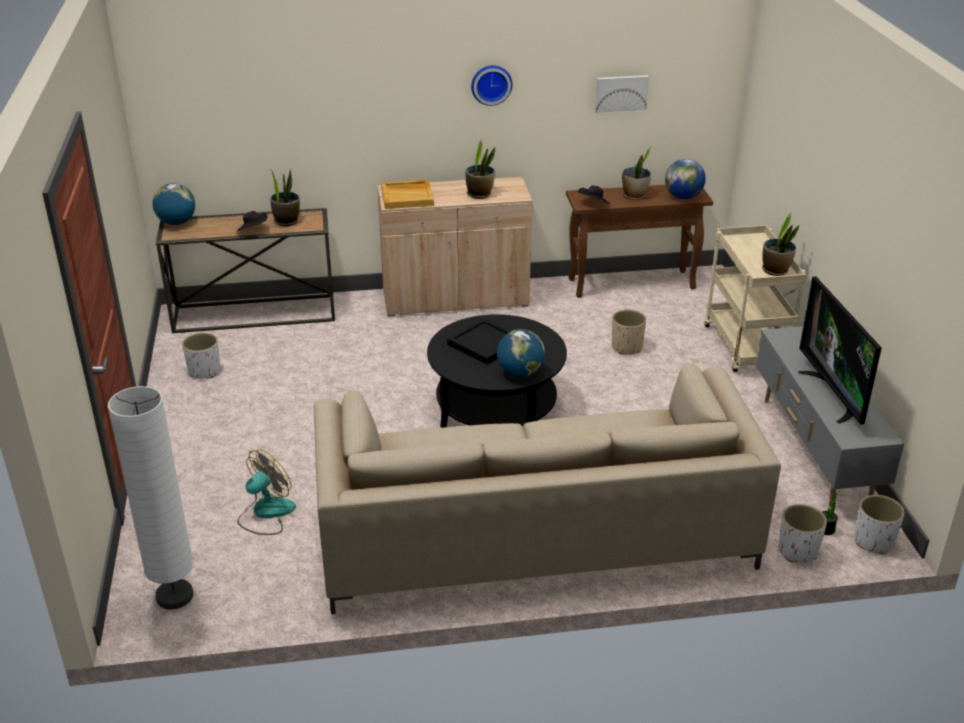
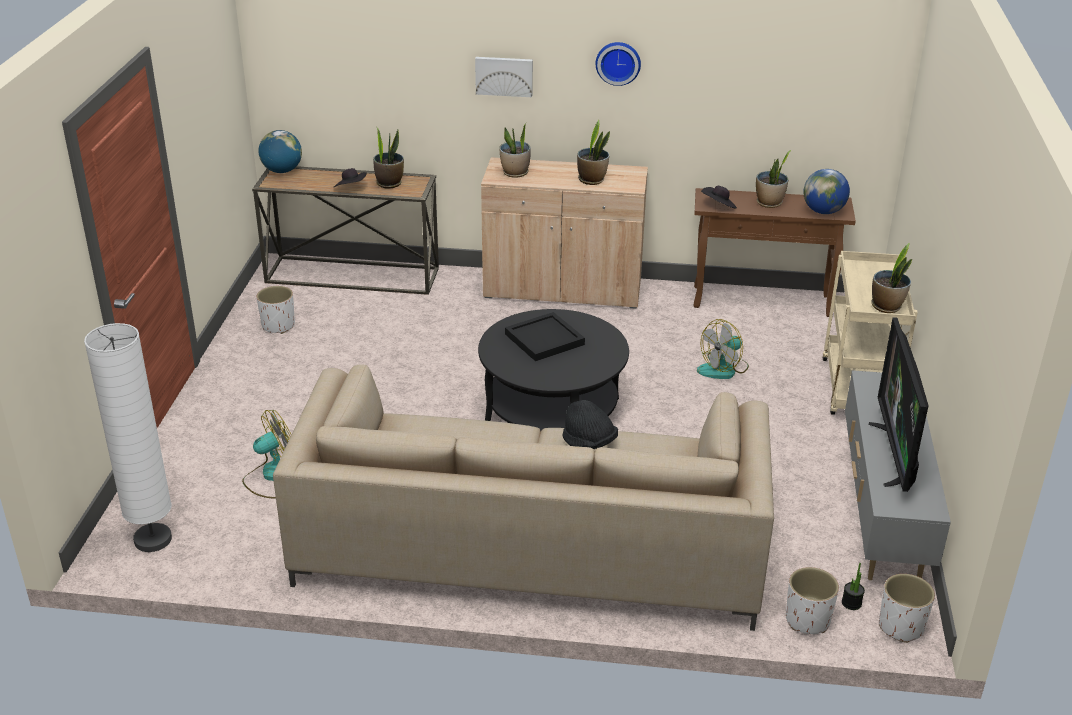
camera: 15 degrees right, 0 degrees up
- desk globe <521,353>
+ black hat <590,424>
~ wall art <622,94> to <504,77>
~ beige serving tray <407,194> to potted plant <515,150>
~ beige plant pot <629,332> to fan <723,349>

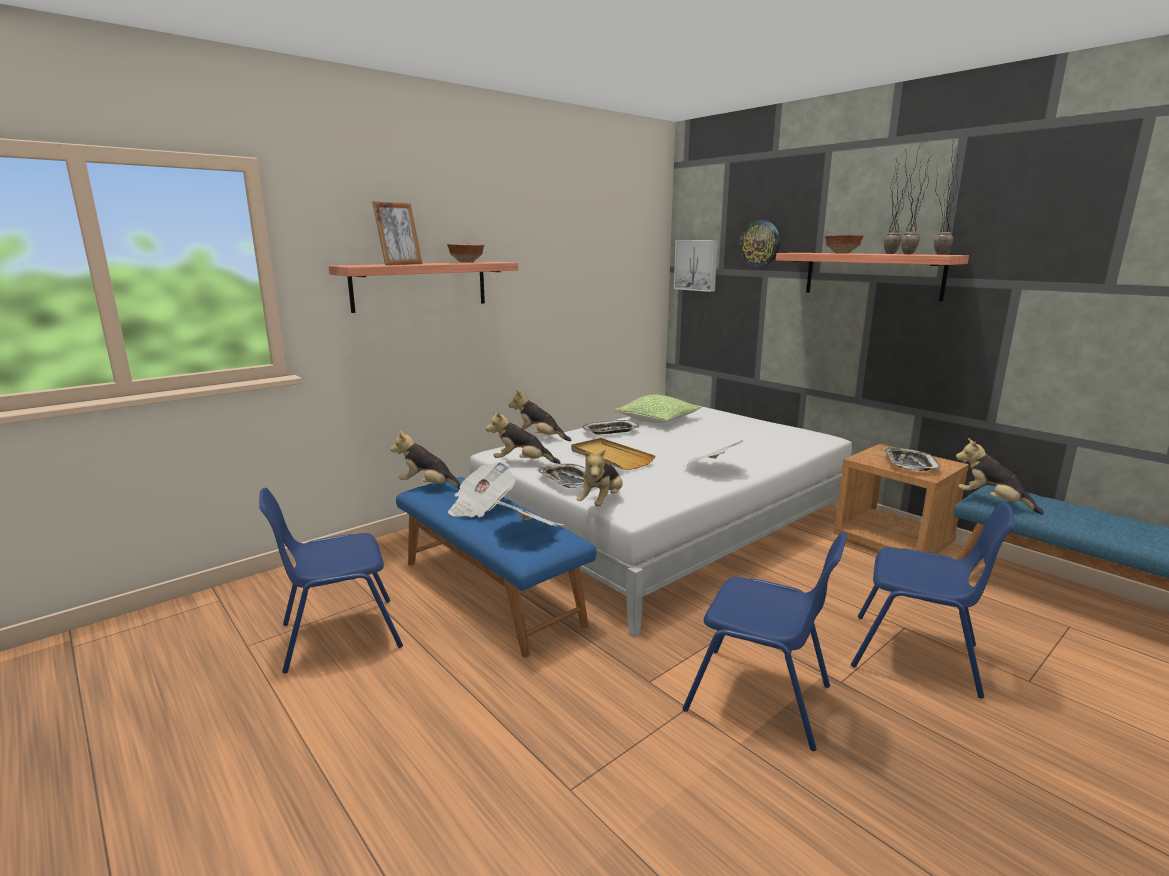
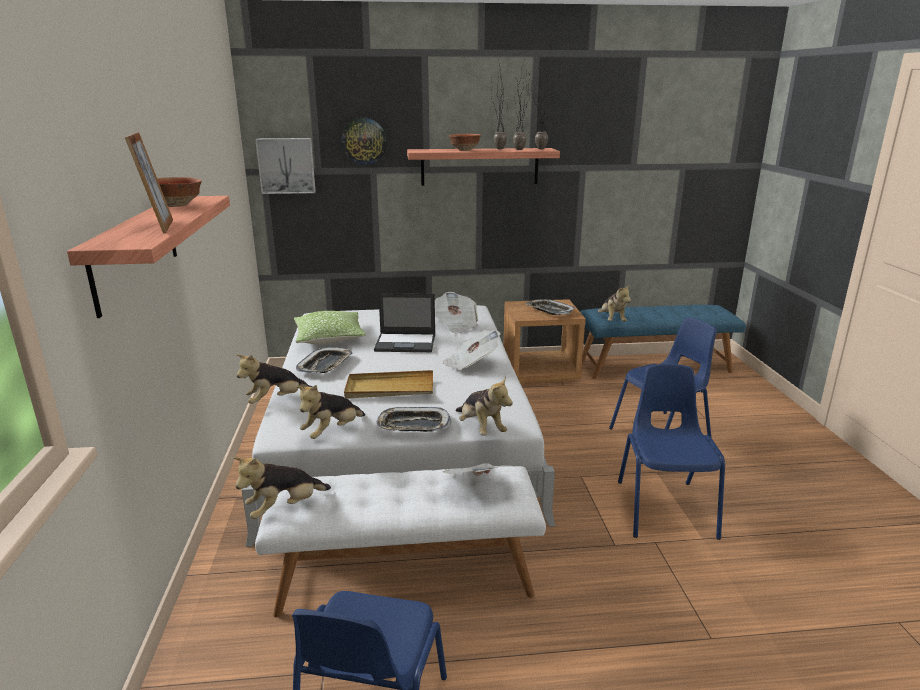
camera: 55 degrees left, 5 degrees up
+ notebook computer <404,322>
~ printed paper <482,489> to <456,313>
~ blue indoor bench <496,567> to white indoor bench <400,542>
~ blue chair <765,641> = <671,452> 60 degrees counterclockwise
~ cuddly toy <1000,476> = <614,303> 90 degrees counterclockwise

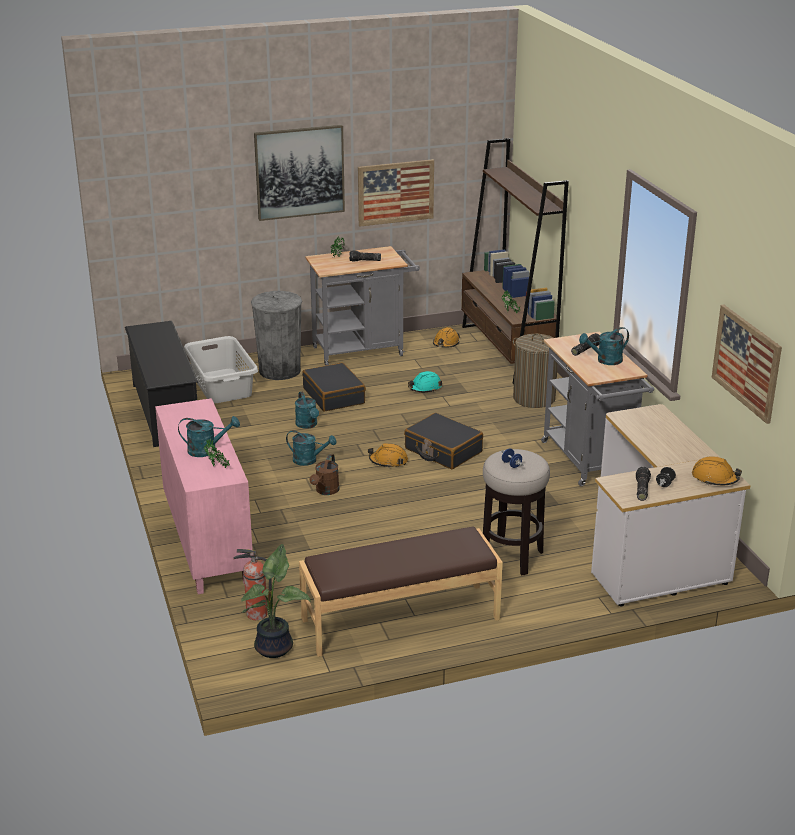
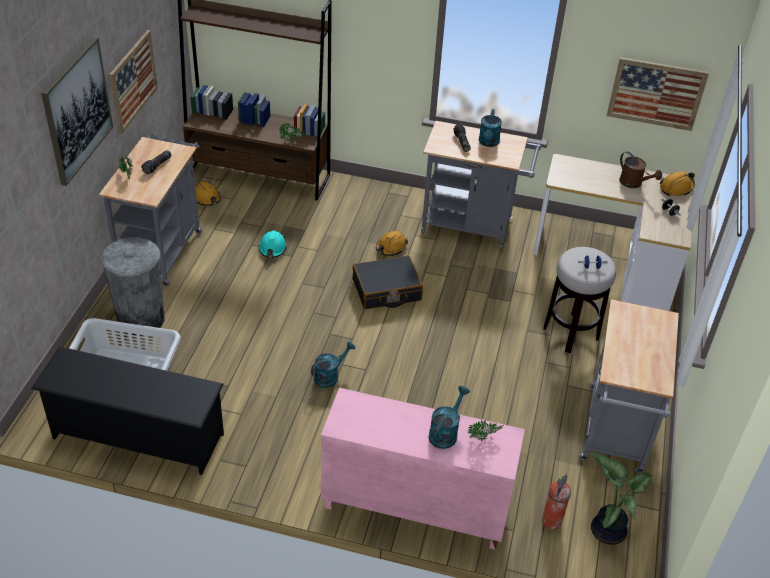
camera: 60 degrees left, 15 degrees up
- blue-green sprinkling can <307,410>
- black suitcase <334,387>
- washing basket <535,370>
- hand torch <643,484>
~ brownish sprinkling can <325,474> to <640,169>
~ orangey work helmet <388,455> to <392,243>
~ brownish indoor bench <401,591> to gray wheeled cart <629,386>

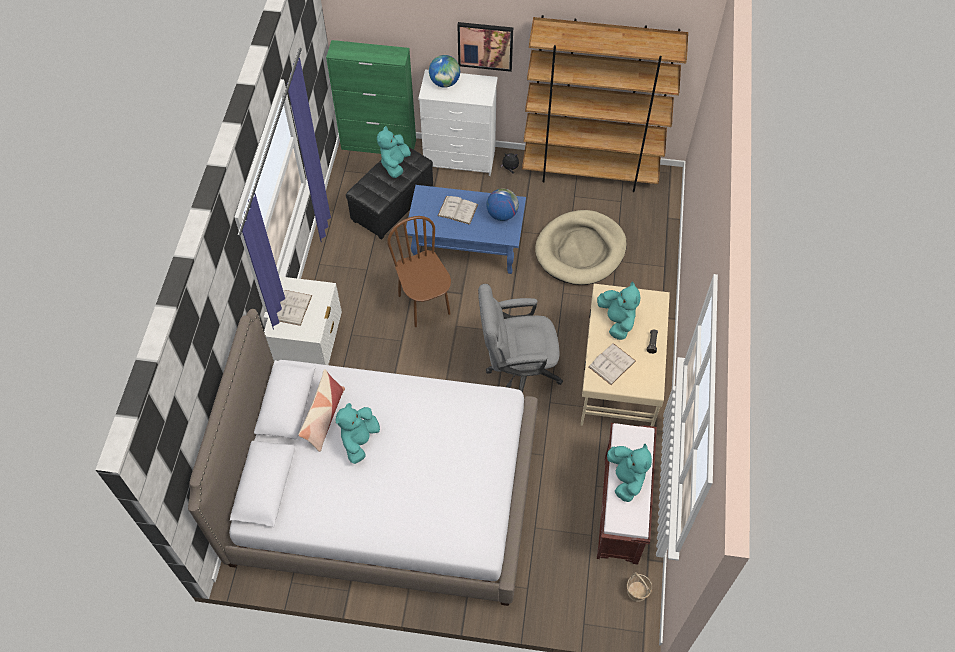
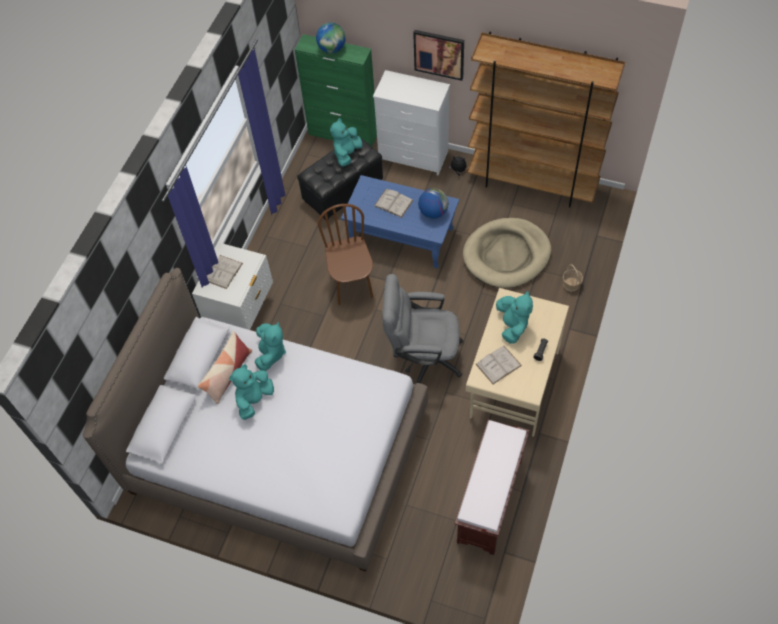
camera: 15 degrees right, 0 degrees up
~ desk globe <444,71> to <331,38>
~ blue-green cuddly toy <629,473> to <270,346>
~ household basket <639,587> to <573,278>

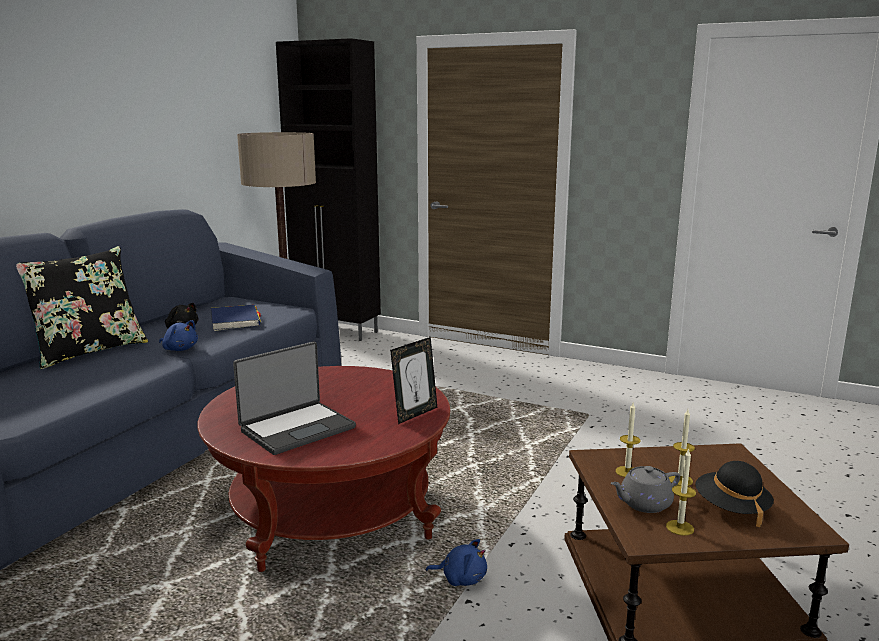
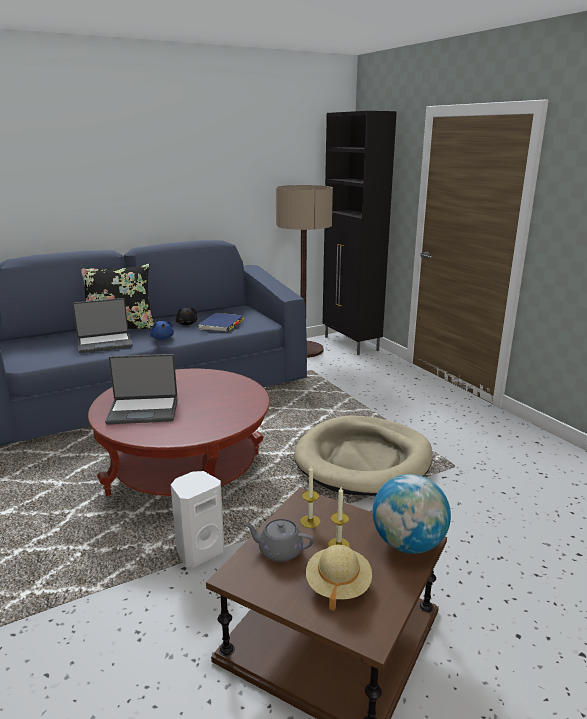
camera: 35 degrees right, 5 degrees up
- photo frame <413,380>
- candle <681,492>
+ notebook computer <102,325>
+ beige dog cushion <363,455>
+ desk globe <411,514>
~ blue cuddly toy <456,562> to white loudspeaker <197,519>
~ black hat <734,494> to beige hat <339,578>

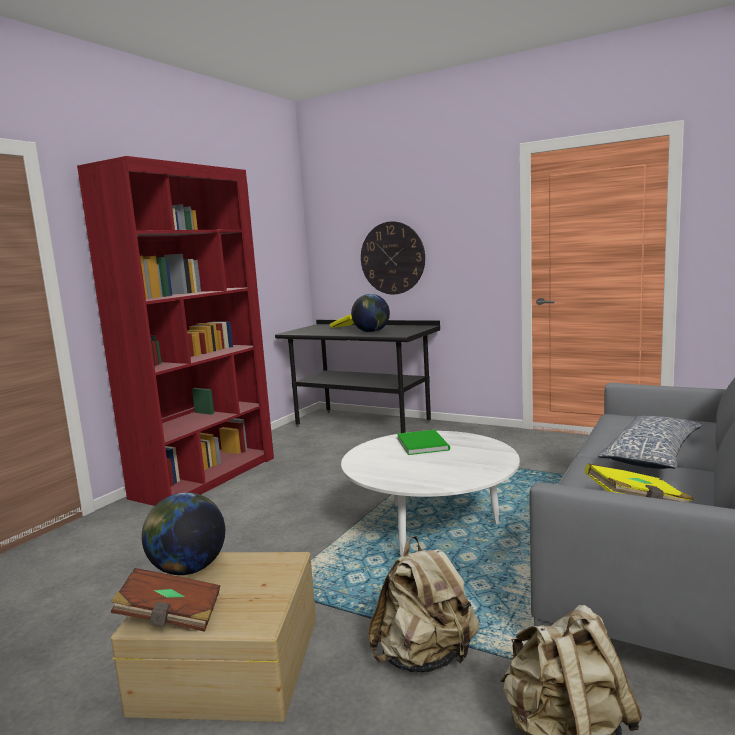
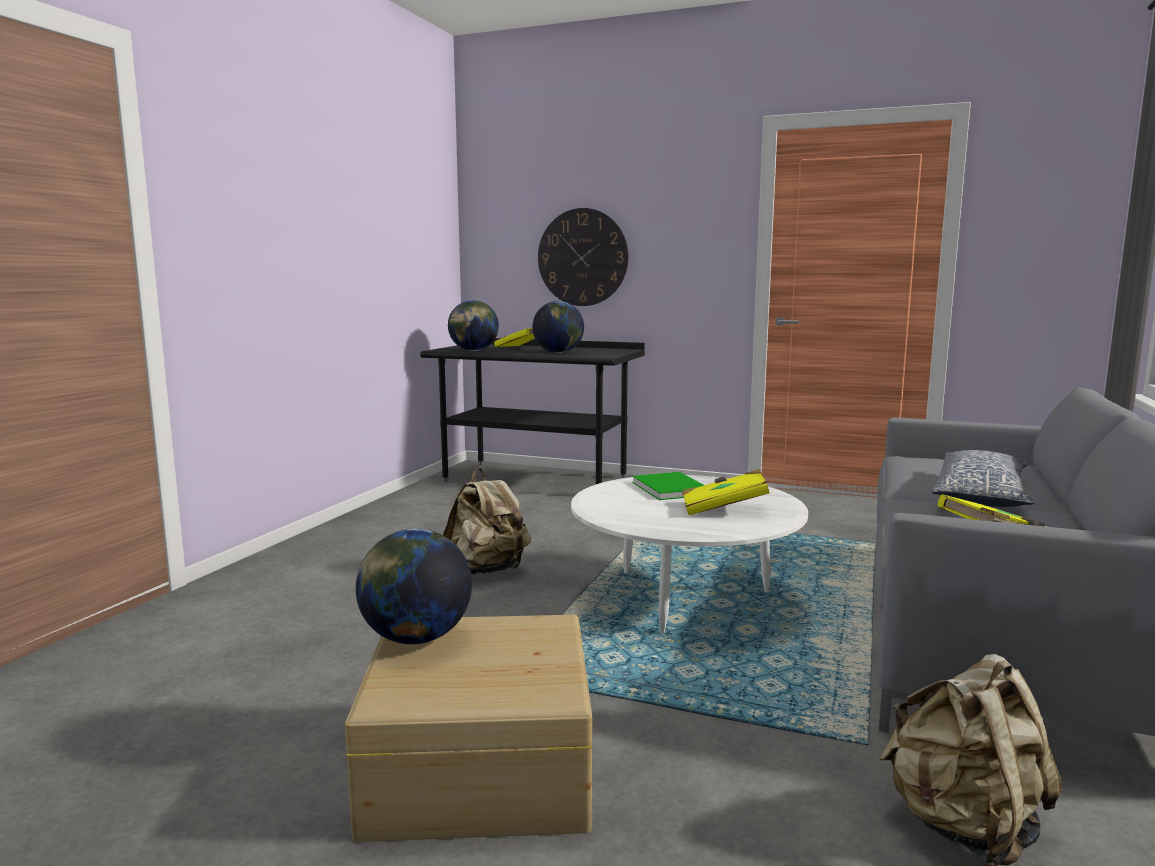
camera: 10 degrees left, 0 degrees up
- reddish bookcase <175,331>
- brownish book <165,600>
+ desk globe <473,325>
+ yellow-coloured book <725,492>
~ beige knapsack <423,604> to <487,521>

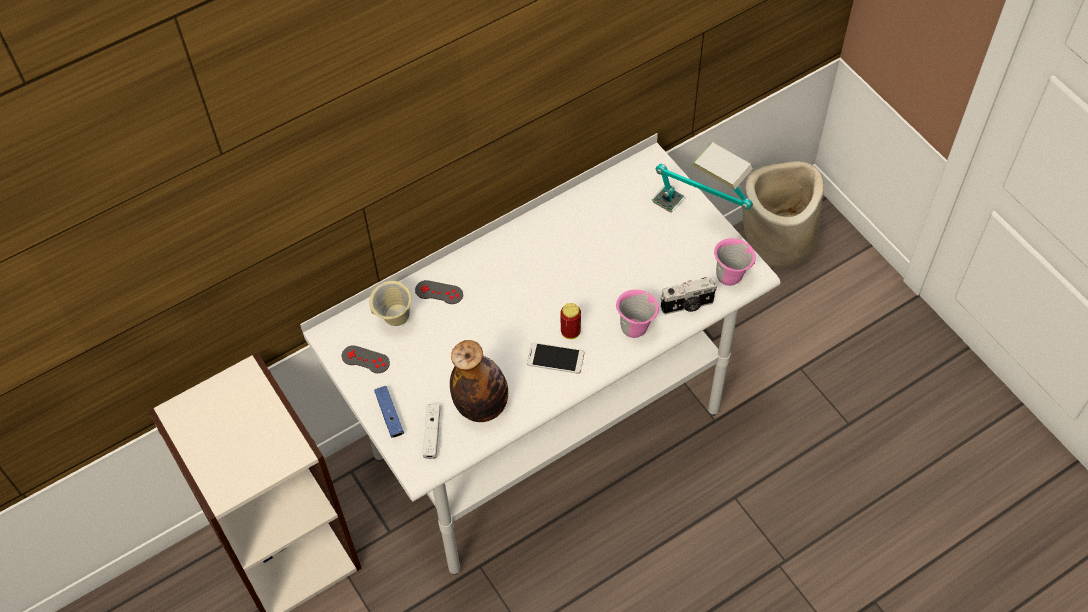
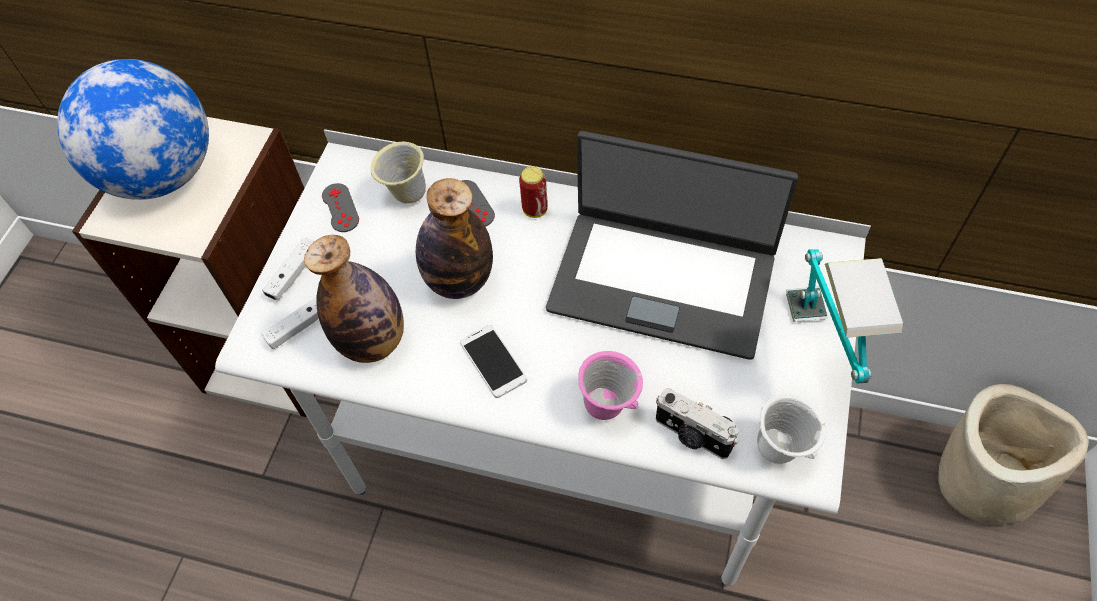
camera: 50 degrees right, 0 degrees up
+ desk globe <133,129>
+ bottle <454,238>
+ notebook computer <672,245>
~ can <570,321> to <533,192>
~ blue joypad <389,412> to white joypad <288,268>
~ pinkish tea mug <735,262> to white tea mug <791,429>

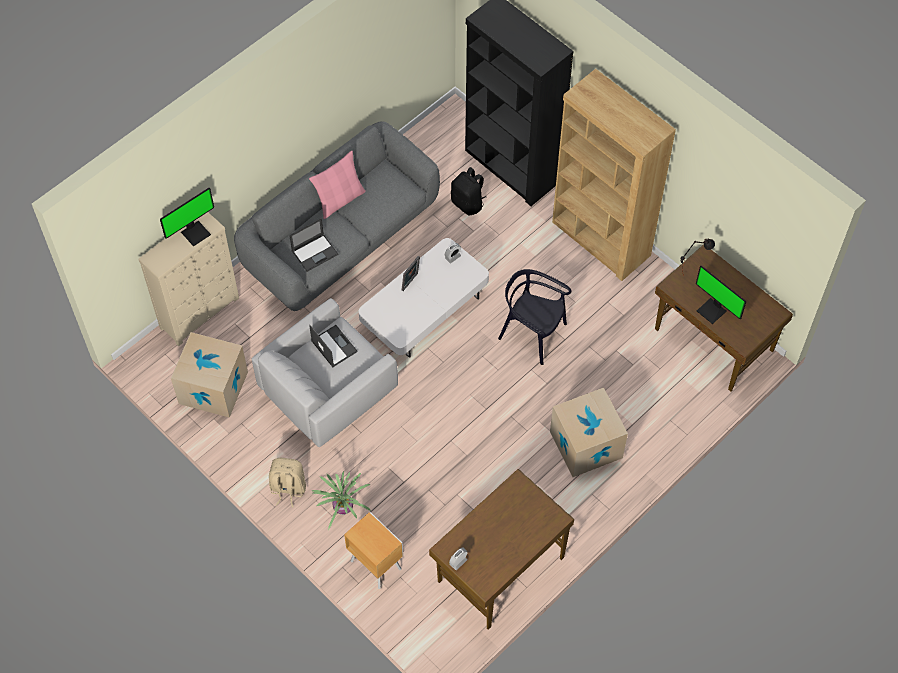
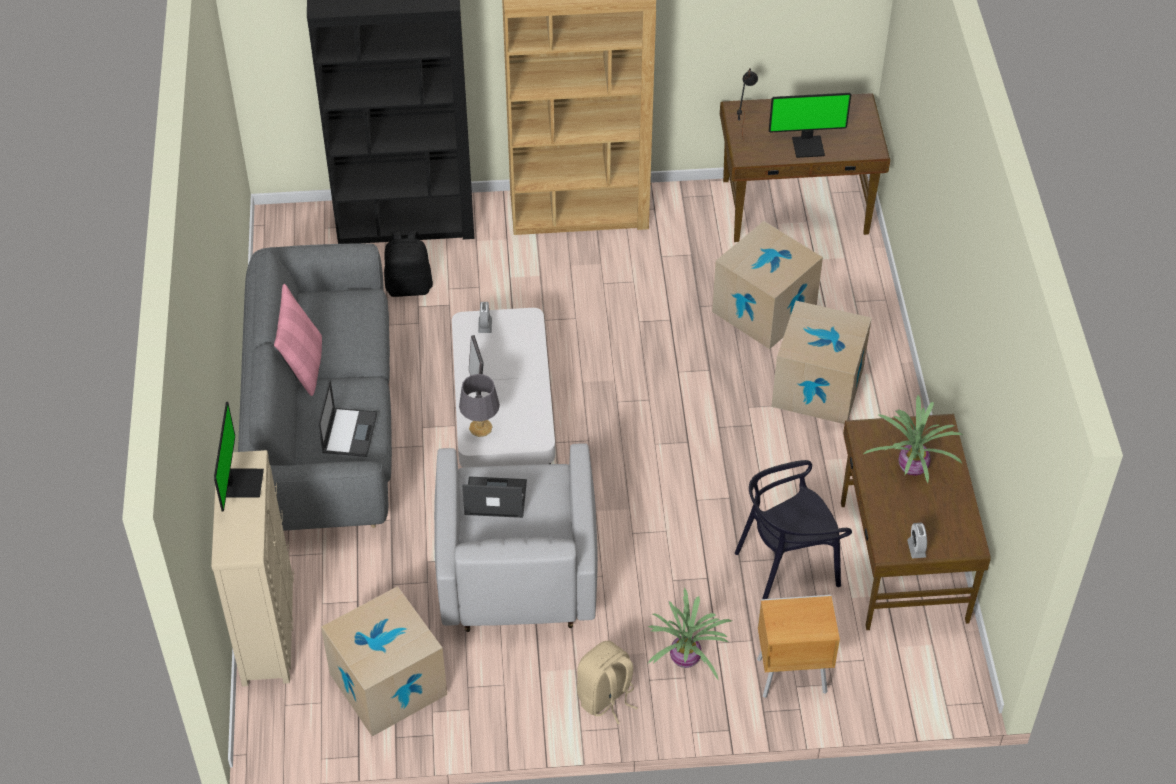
camera: 50 degrees left, 10 degrees down
+ gray table lamp <479,405>
+ carton <767,285>
+ potted plant <913,439>
~ black chair <535,317> to <793,529>

